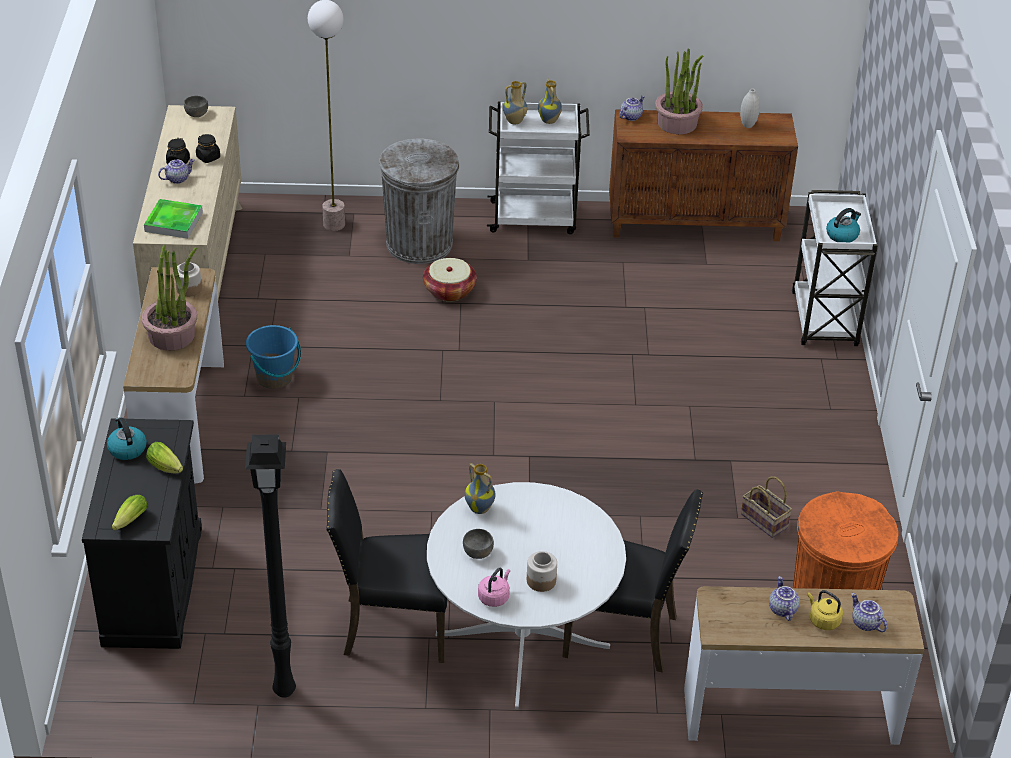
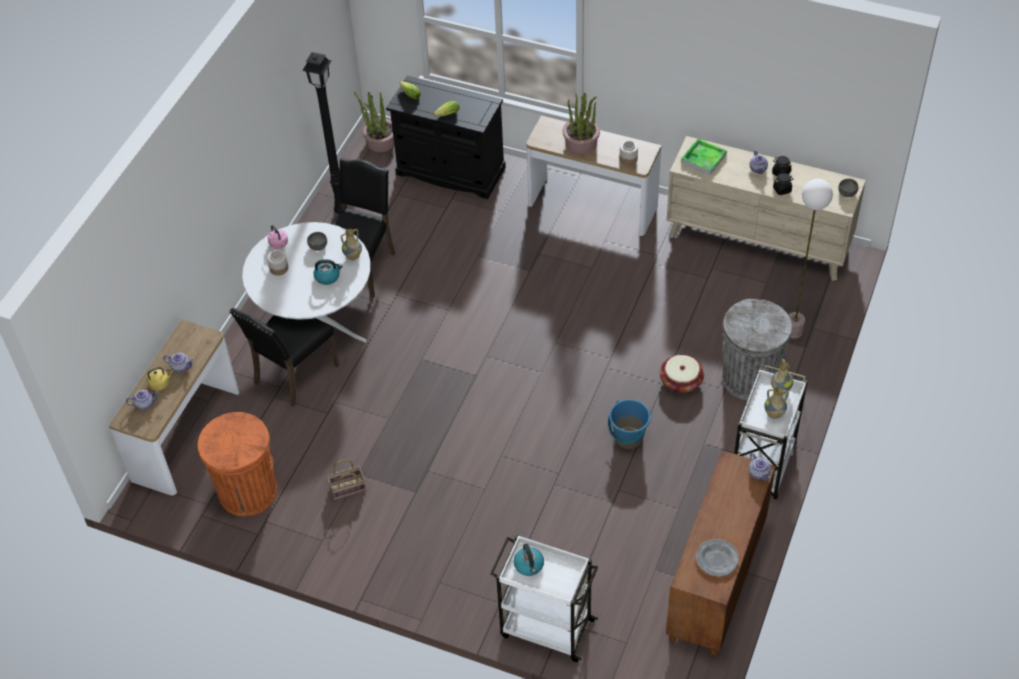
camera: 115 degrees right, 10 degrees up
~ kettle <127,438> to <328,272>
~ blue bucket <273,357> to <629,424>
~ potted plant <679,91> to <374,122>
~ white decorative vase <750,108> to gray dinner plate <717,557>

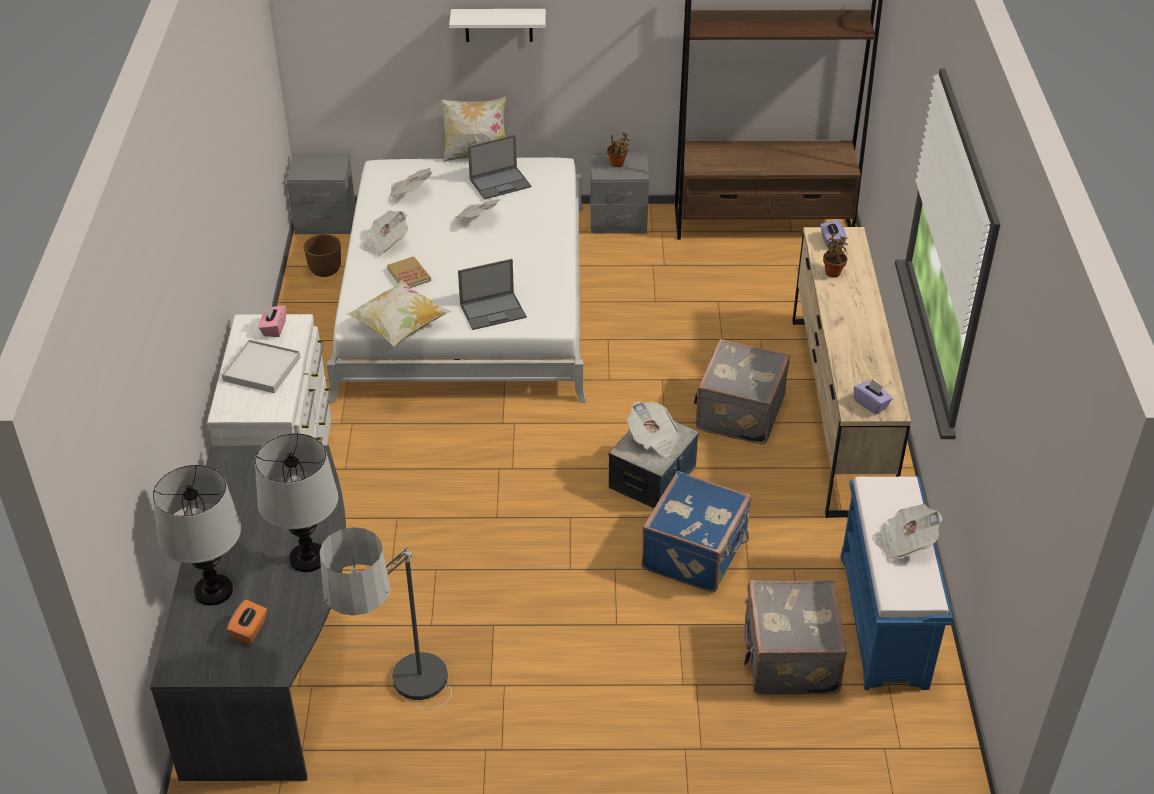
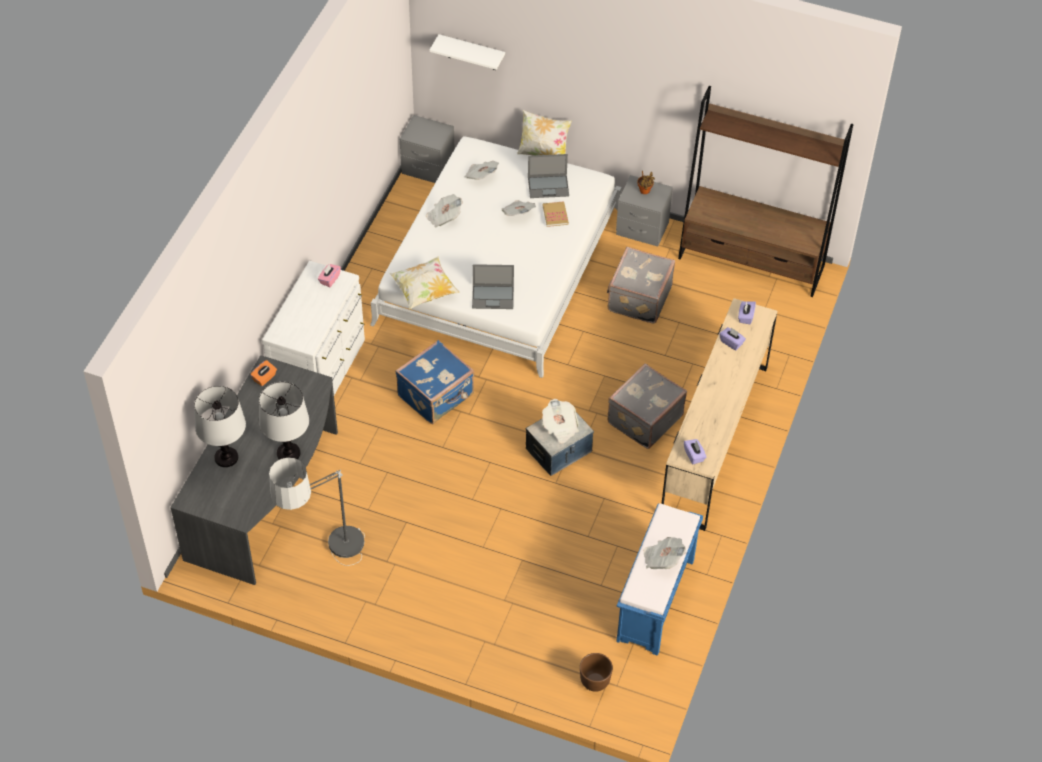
camera: 20 degrees right, 10 degrees up
- white serving tray <261,366>
~ orangey tissue holder <247,622> to <263,373>
~ brownish plant pot <322,255> to <596,672>
~ book <409,272> to <556,214>
~ white bracket shelf <497,25> to <467,52>
~ blue suitcase <696,531> to <435,382>
~ gray suitcase <795,637> to <641,285>
~ potted plant <835,255> to purple tissue holder <733,338>

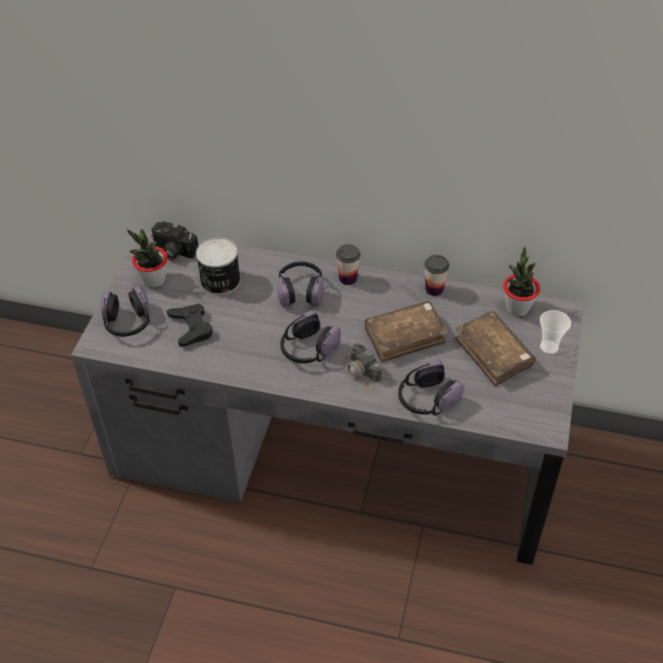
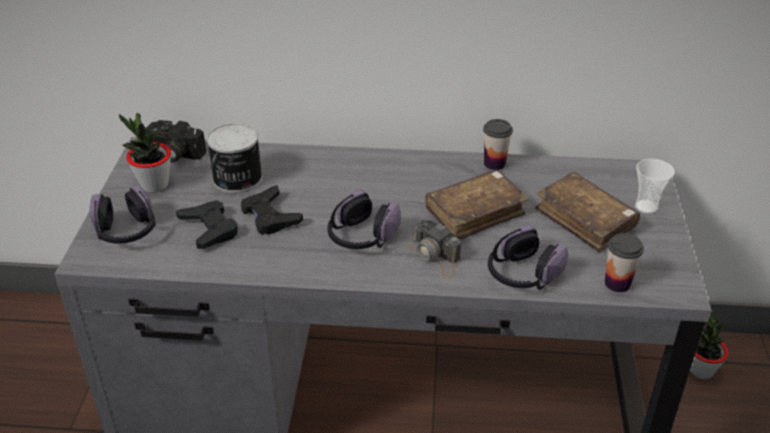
camera: 10 degrees left, 10 degrees down
- headset <300,284>
+ black joypad <272,210>
~ drinking cup <348,264> to <624,262>
~ potted plant <521,281> to <709,344>

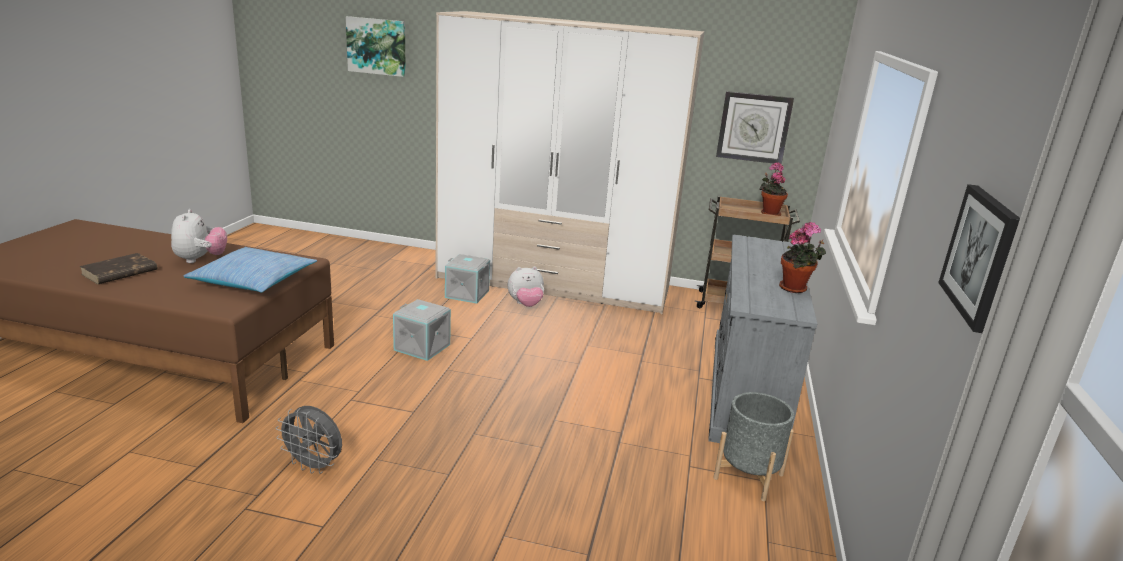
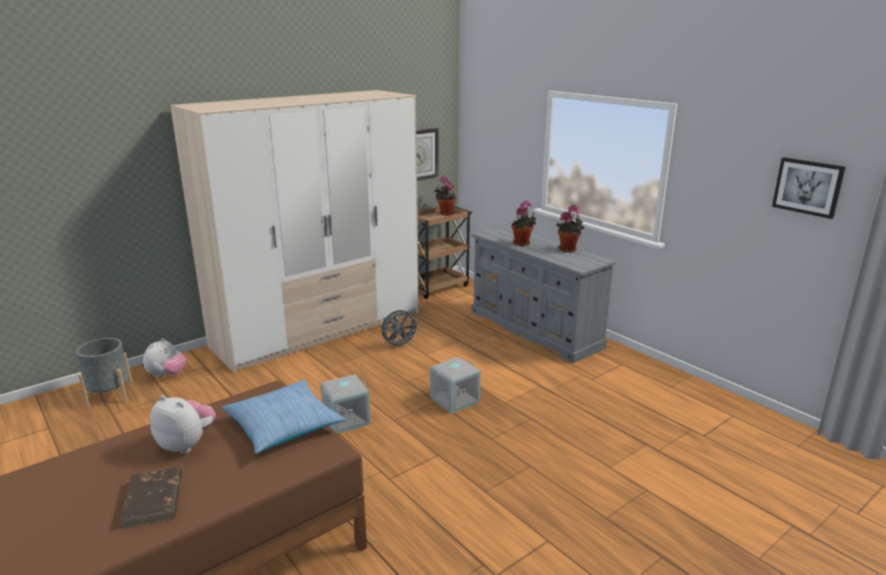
camera: 50 degrees left, 0 degrees up
- wall art <376,46>
+ potted plant <523,223>
~ gray fan <309,440> to <400,329>
~ gray storage bin <467,279> to <455,385>
~ cuddly toy <526,287> to <164,358>
~ gray plant pot <753,446> to <104,373>

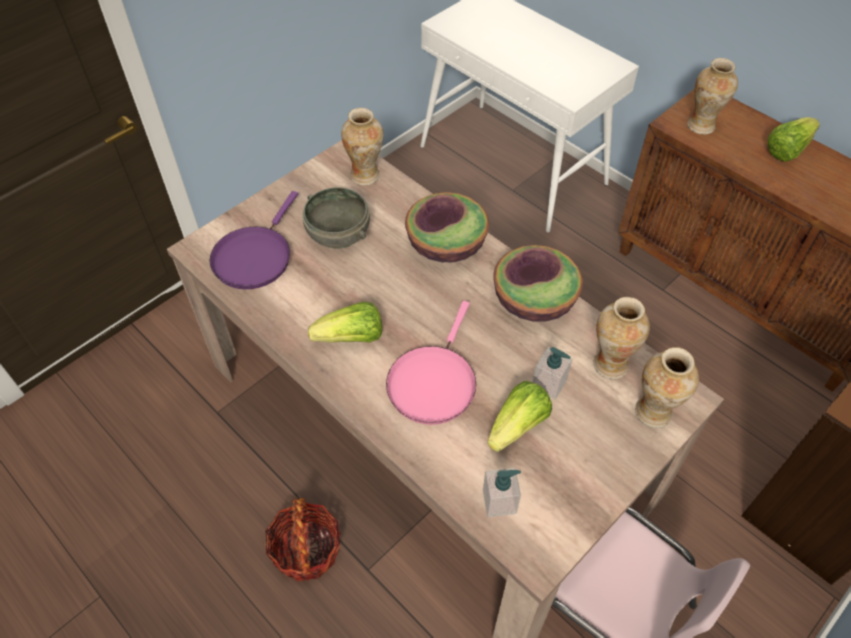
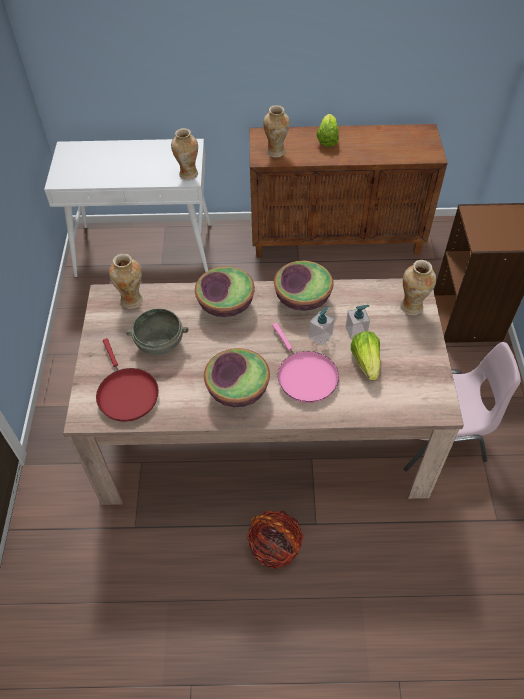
camera: 45 degrees left, 0 degrees up
~ liquid soap bottle <502,492> to <321,326>
~ decorative vase <621,338> to <184,154>
~ lettuce head <345,322> to serving bowl <237,377>
~ purple frying pan <254,240> to reddish frying pan <127,380>

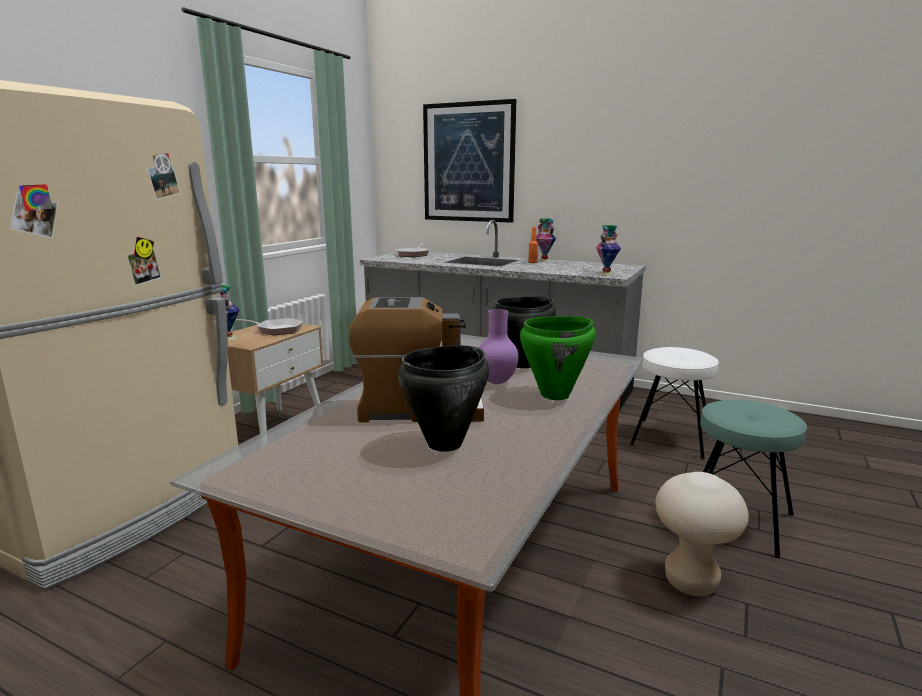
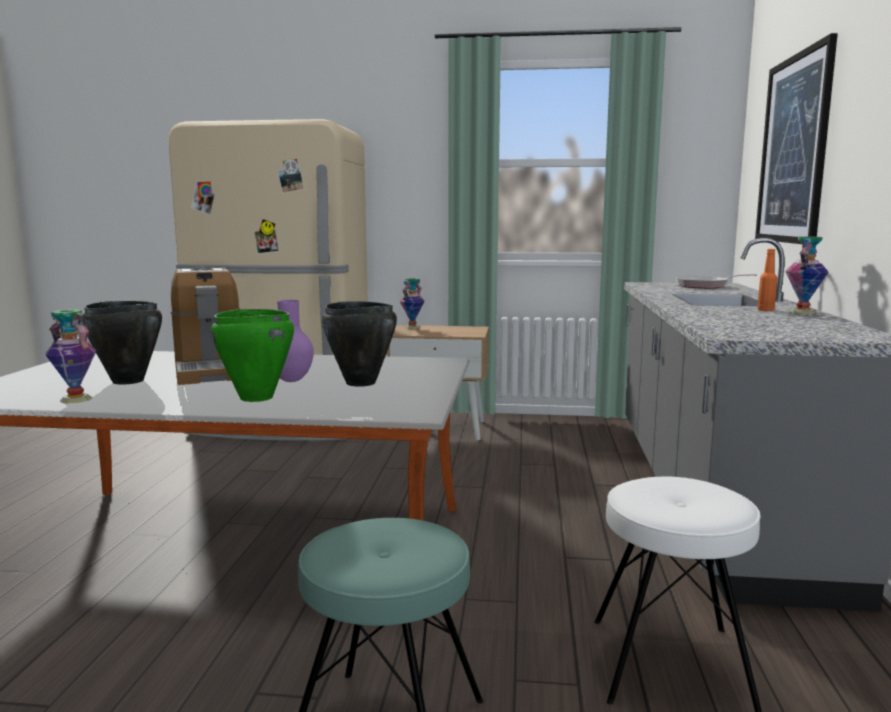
camera: 70 degrees right, 5 degrees down
- frying pan <269,326>
- beige stool <702,534>
~ decorative vase <608,250> to <71,356>

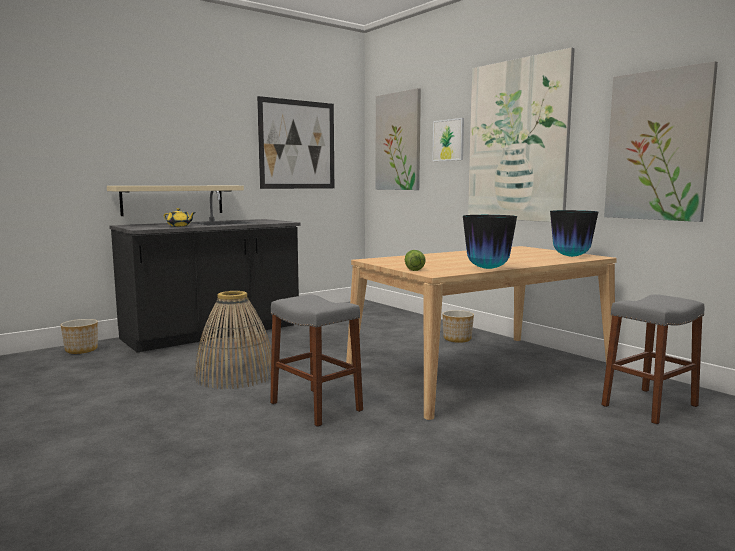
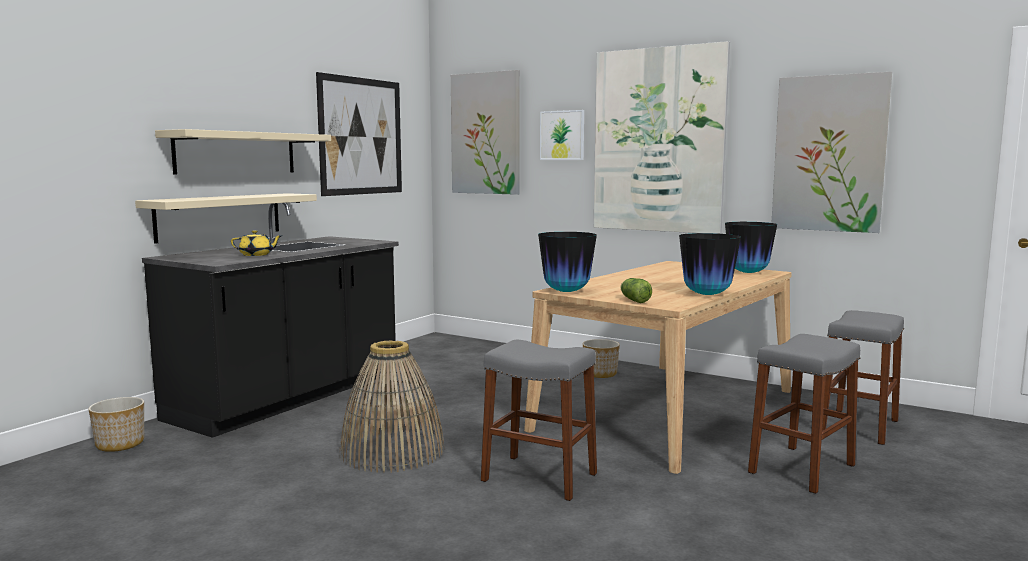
camera: 20 degrees left, 0 degrees up
+ beige bracket shelf <243,152>
+ decorative vase <567,262>
+ gray stool <804,414>

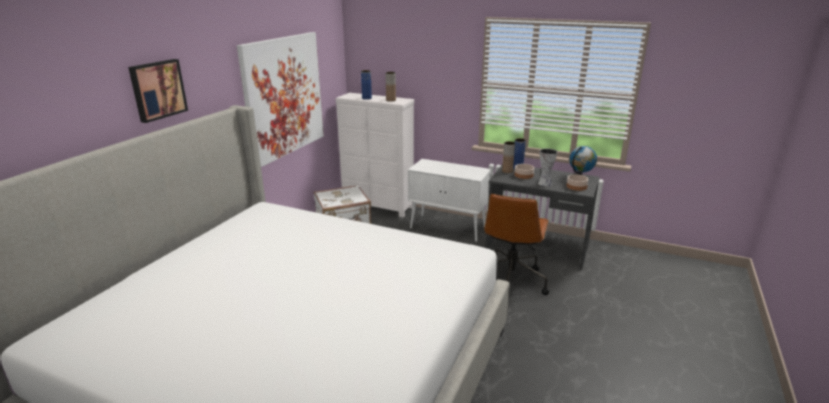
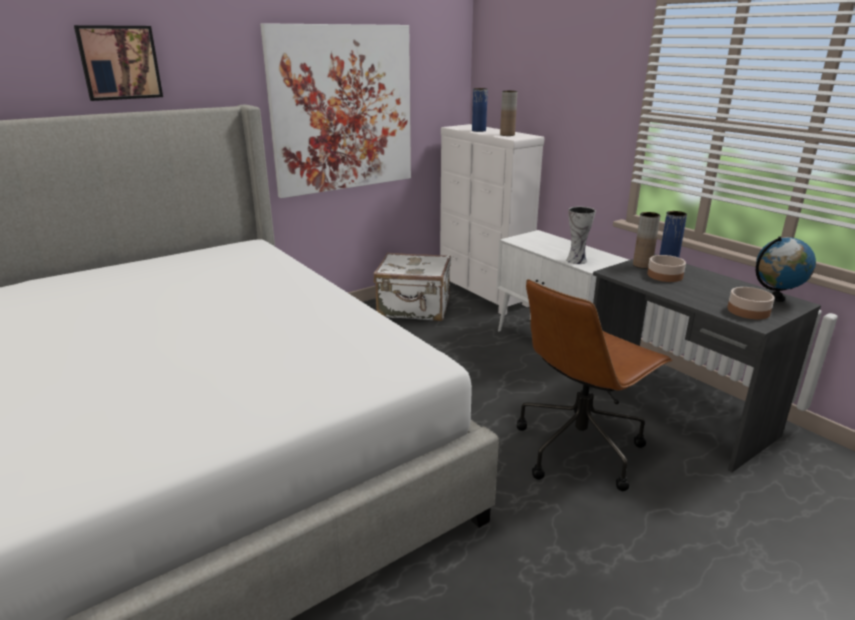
camera: 30 degrees right, 0 degrees up
~ decorative vase <547,167> to <581,235>

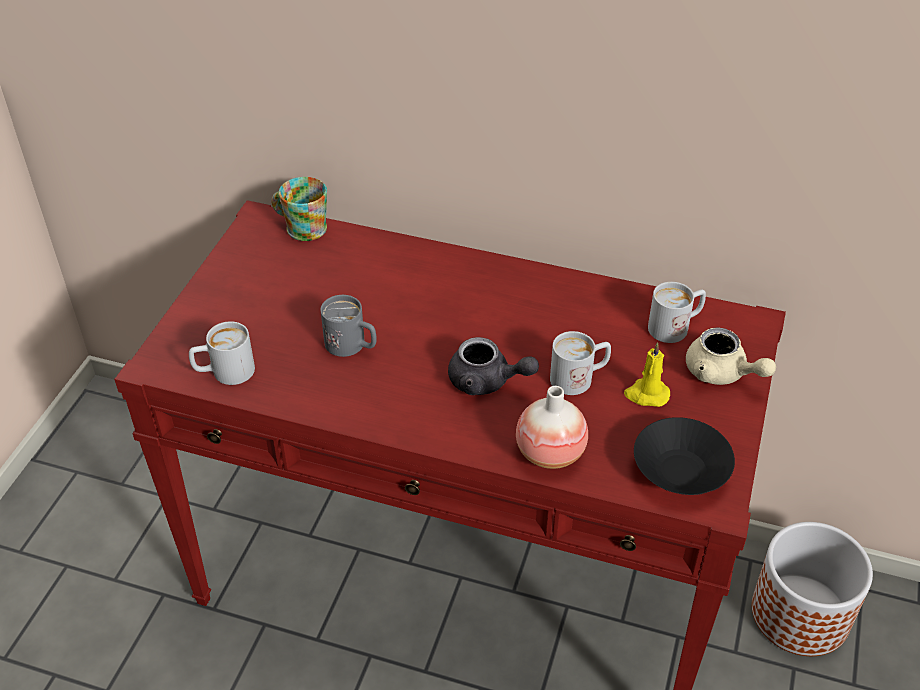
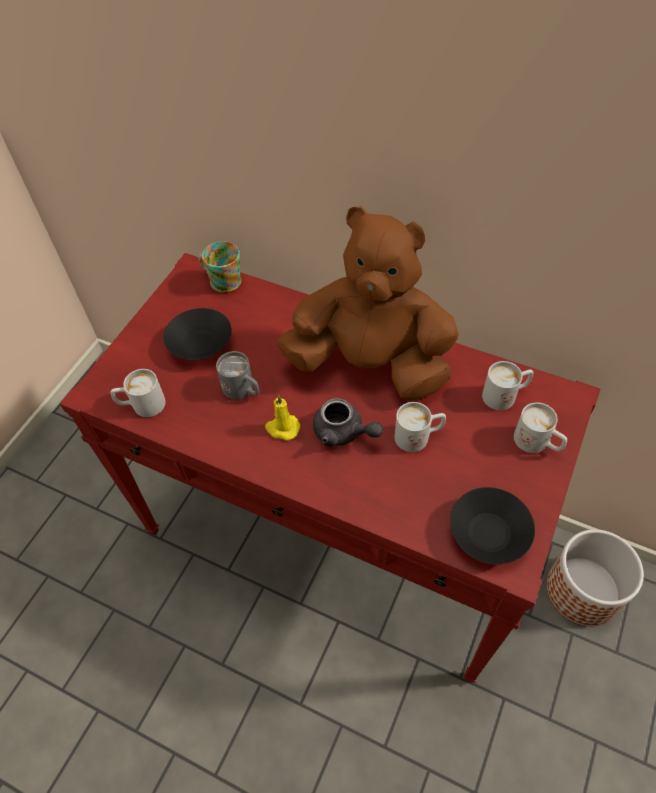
camera: 10 degrees right, 10 degrees up
- decorative vase <552,427>
+ black serving bowl <198,334>
+ brownish cuddly toy <368,303>
~ yellow-coloured candle <647,374> to <282,418>
~ beige tea pot <731,356> to white tea mug <540,427>

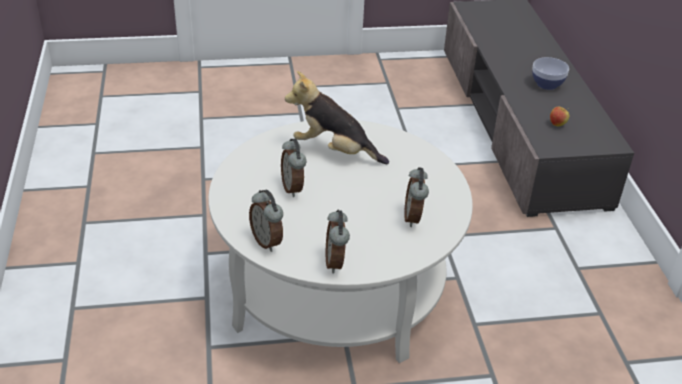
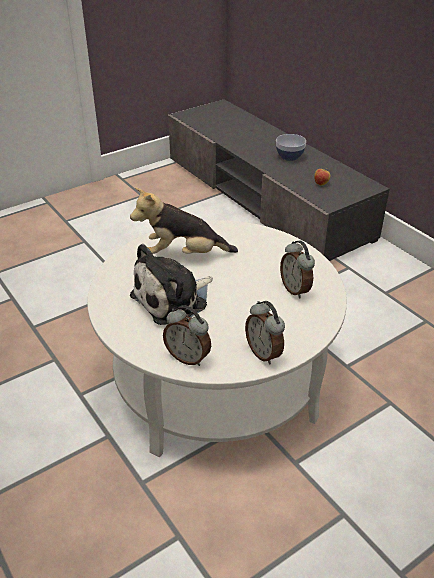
camera: 25 degrees left, 0 degrees up
~ bedside clock <293,168> to cuddly toy <171,284>

